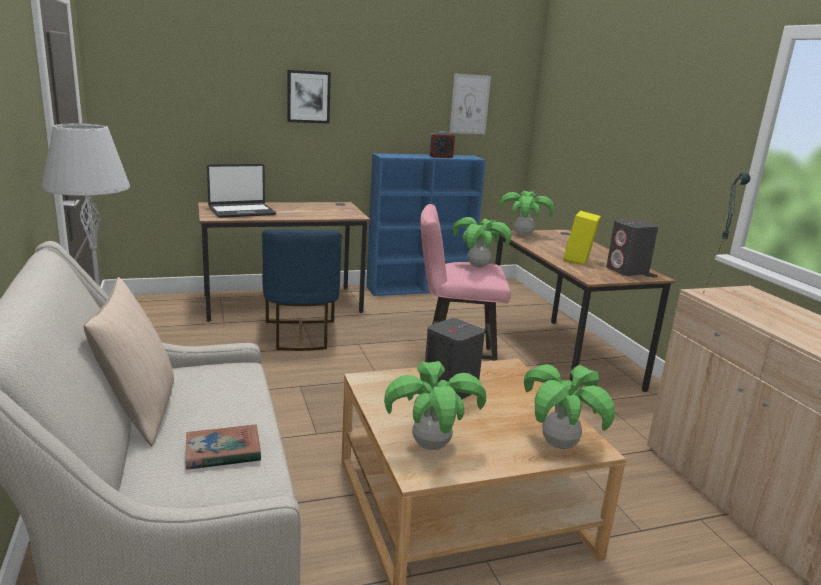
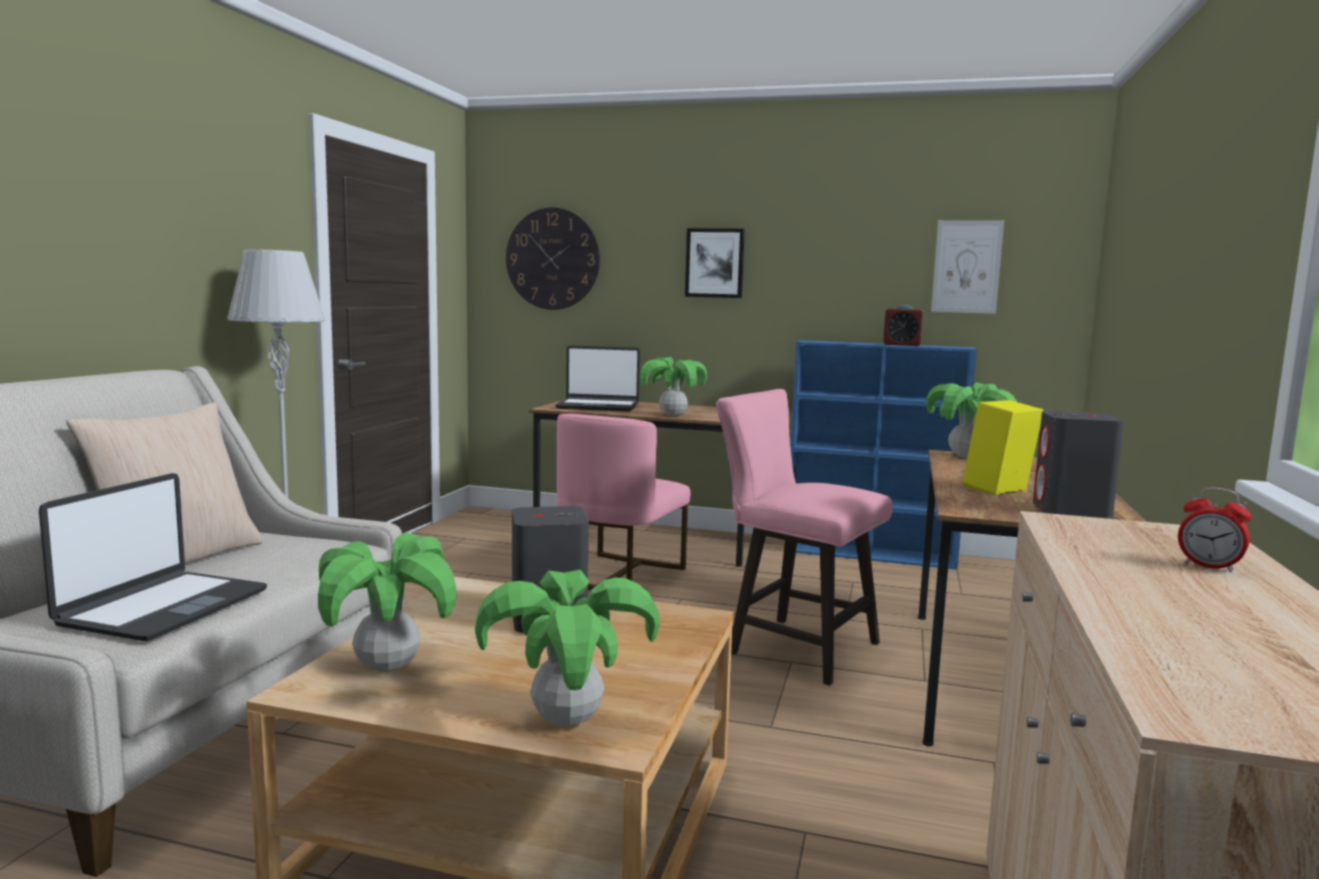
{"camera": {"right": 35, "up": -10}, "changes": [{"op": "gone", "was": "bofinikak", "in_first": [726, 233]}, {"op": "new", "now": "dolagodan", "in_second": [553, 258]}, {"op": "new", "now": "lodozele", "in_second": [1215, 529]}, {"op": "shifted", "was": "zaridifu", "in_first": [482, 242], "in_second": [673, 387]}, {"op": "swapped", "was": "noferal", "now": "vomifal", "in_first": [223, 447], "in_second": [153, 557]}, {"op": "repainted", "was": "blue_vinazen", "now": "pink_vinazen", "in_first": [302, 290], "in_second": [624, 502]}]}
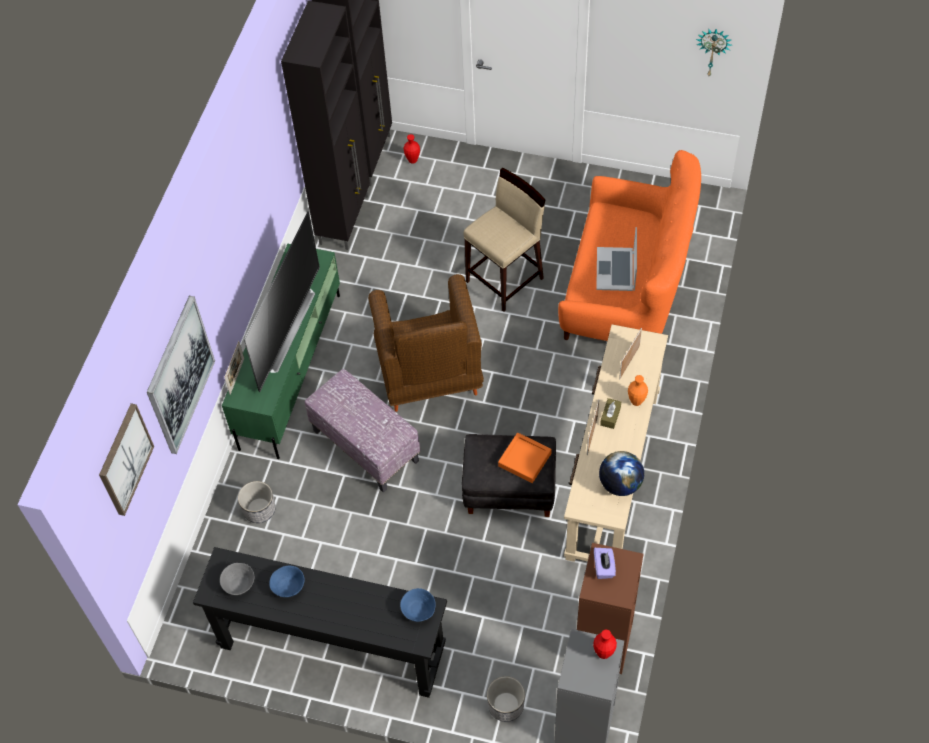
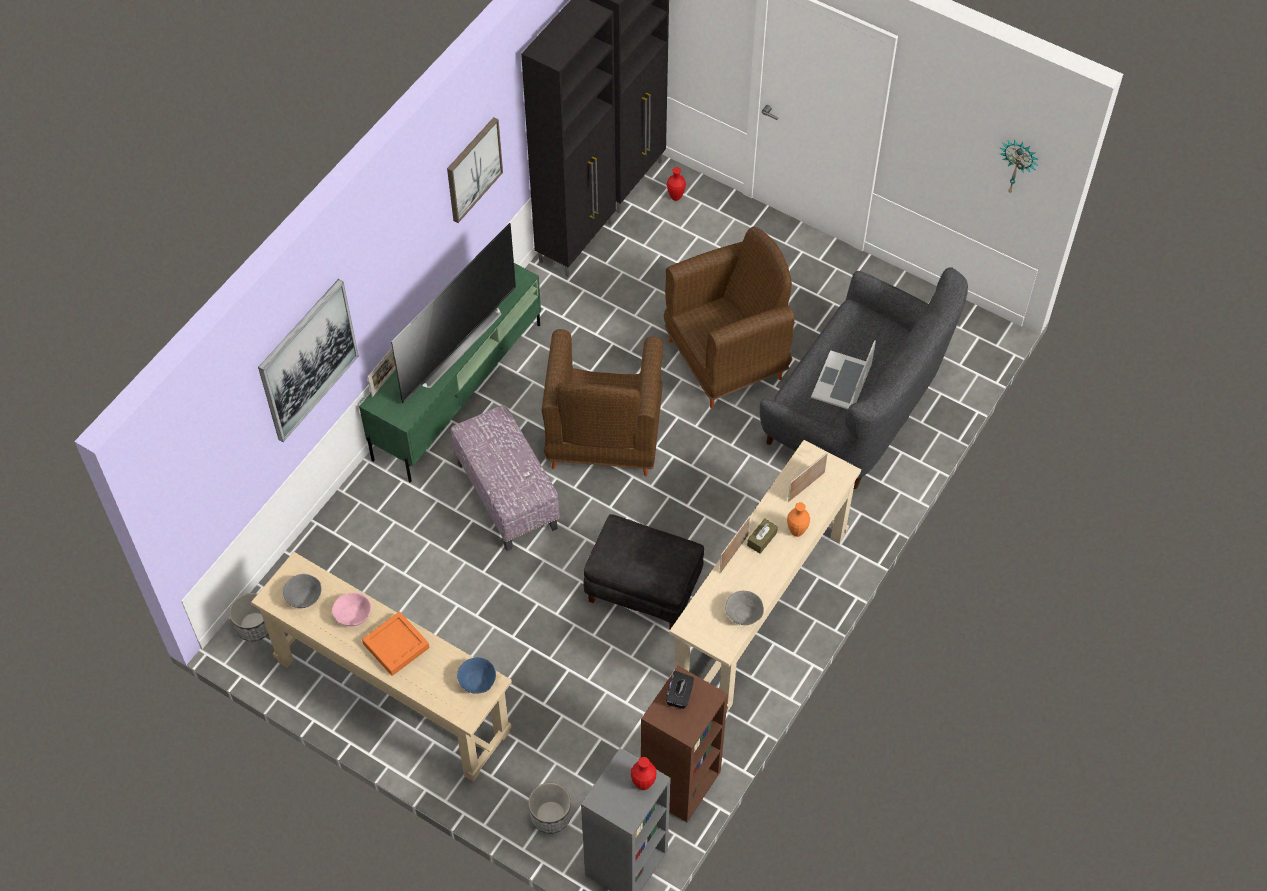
{"camera": {"right": 15, "up": 0}, "changes": [{"op": "shifted", "was": "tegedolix", "in_first": [126, 459], "in_second": [475, 170]}, {"op": "shifted", "was": "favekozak", "in_first": [257, 502], "in_second": [248, 617]}, {"op": "shifted", "was": "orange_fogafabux", "in_first": [525, 458], "in_second": [395, 644]}, {"op": "swapped", "was": "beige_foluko", "now": "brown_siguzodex", "in_first": [504, 240], "in_second": [729, 318]}, {"op": "swapped", "was": "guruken", "now": "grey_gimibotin", "in_first": [621, 473], "in_second": [744, 608]}, {"op": "repainted", "was": "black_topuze", "now": "beige_topuze", "in_first": [320, 622], "in_second": [381, 667]}, {"op": "repainted", "was": "blue_gimibotin", "now": "pink_gimibotin", "in_first": [286, 581], "in_second": [351, 609]}, {"op": "repainted", "was": "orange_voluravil", "now": "grey_voluravil", "in_first": [629, 245], "in_second": [864, 378]}, {"op": "repainted", "was": "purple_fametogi", "now": "black_fametogi", "in_first": [605, 563], "in_second": [680, 690]}]}
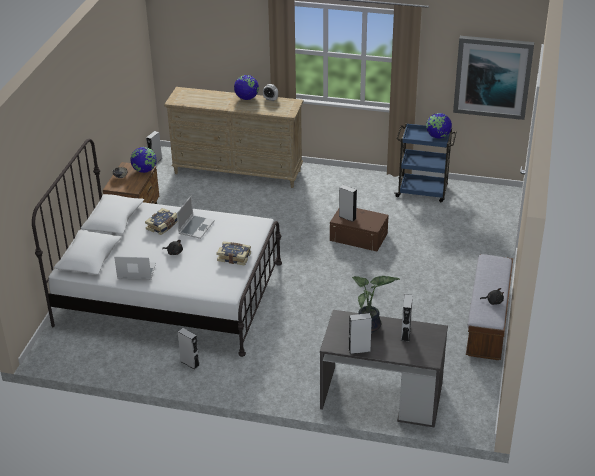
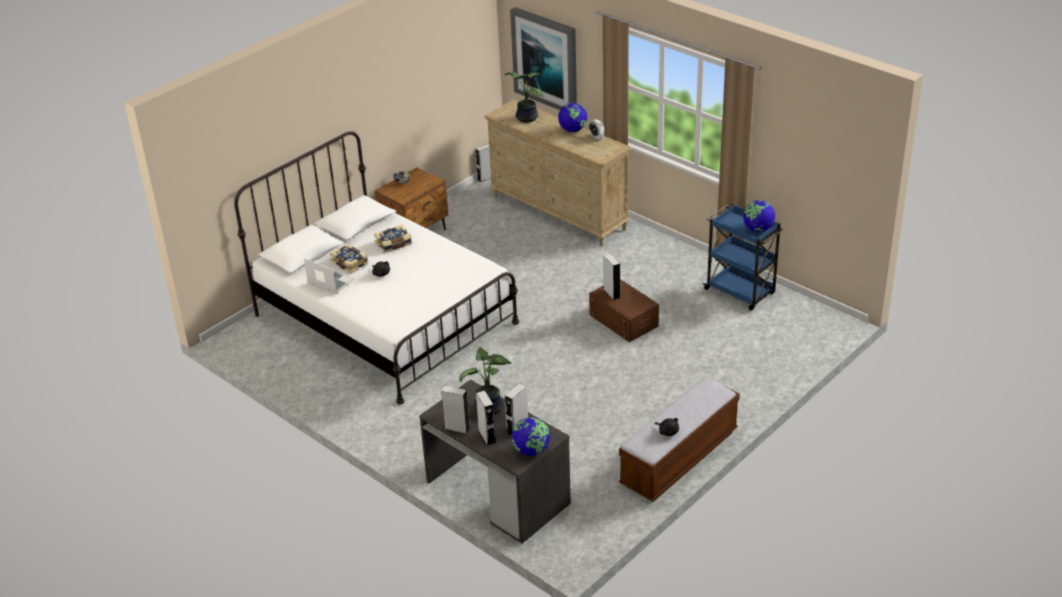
{"camera": {"right": 30, "up": 0}, "changes": [{"op": "gone", "was": "vomifal", "in_first": [196, 217]}, {"op": "new", "now": "zaridifu", "in_second": [524, 97]}, {"op": "shifted", "was": "guruken", "in_first": [143, 160], "in_second": [531, 436]}, {"op": "shifted", "was": "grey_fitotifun", "in_first": [189, 349], "in_second": [486, 418]}, {"op": "shifted", "was": "noferal", "in_first": [233, 253], "in_second": [349, 259]}, {"op": "shifted", "was": "tegedolix", "in_first": [493, 78], "in_second": [543, 58]}]}
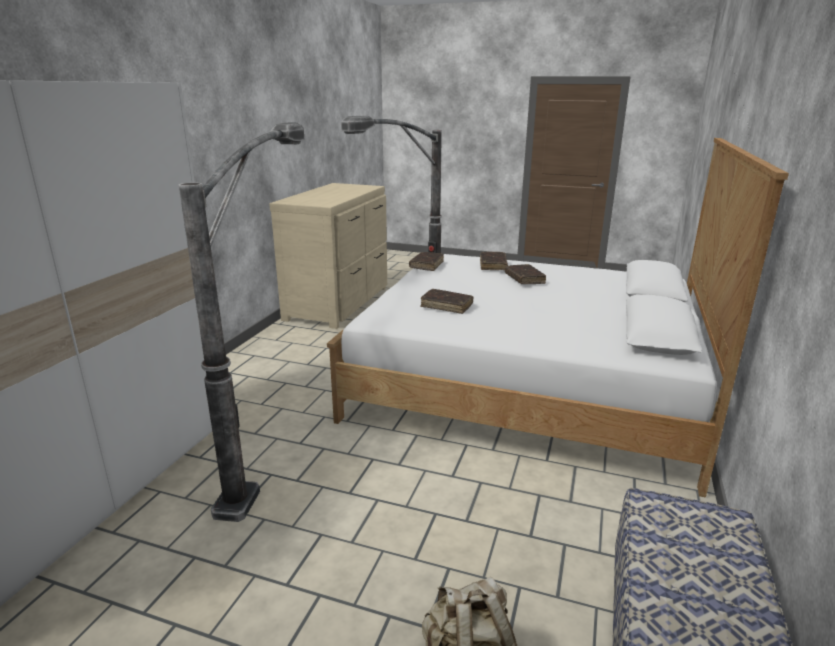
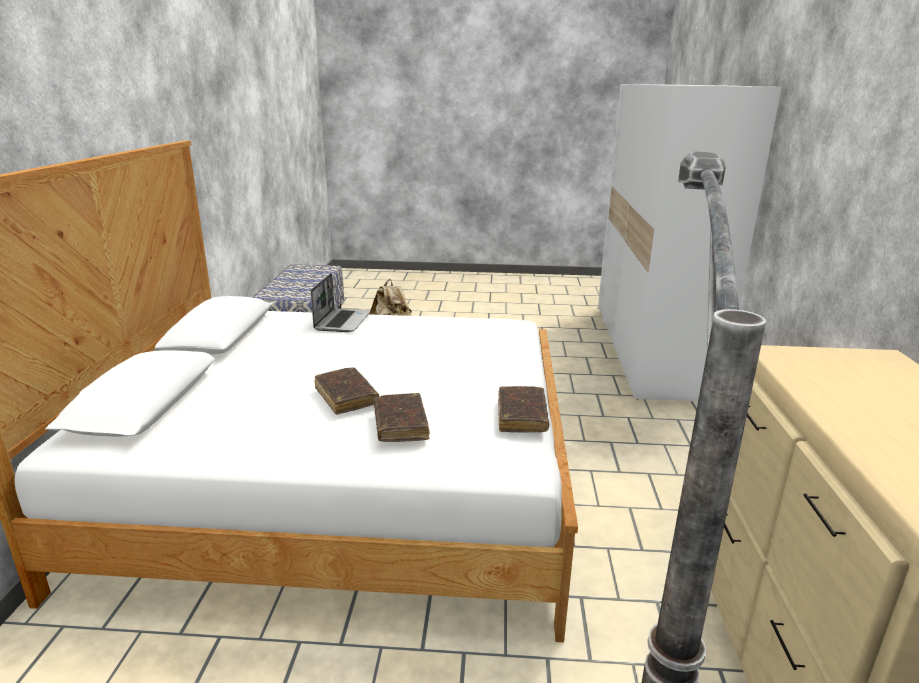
{"camera": {"right": 165, "up": 0}, "changes": [{"op": "gone", "was": "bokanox", "in_first": [242, 322]}, {"op": "gone", "was": "brown_noferal", "in_first": [447, 301]}, {"op": "new", "now": "vomifal", "in_second": [341, 302]}]}
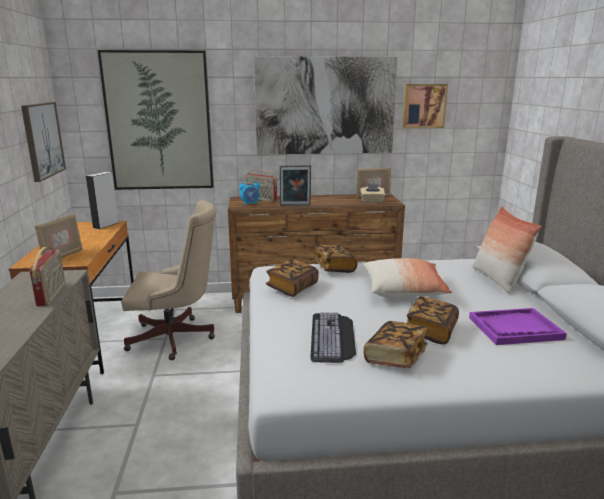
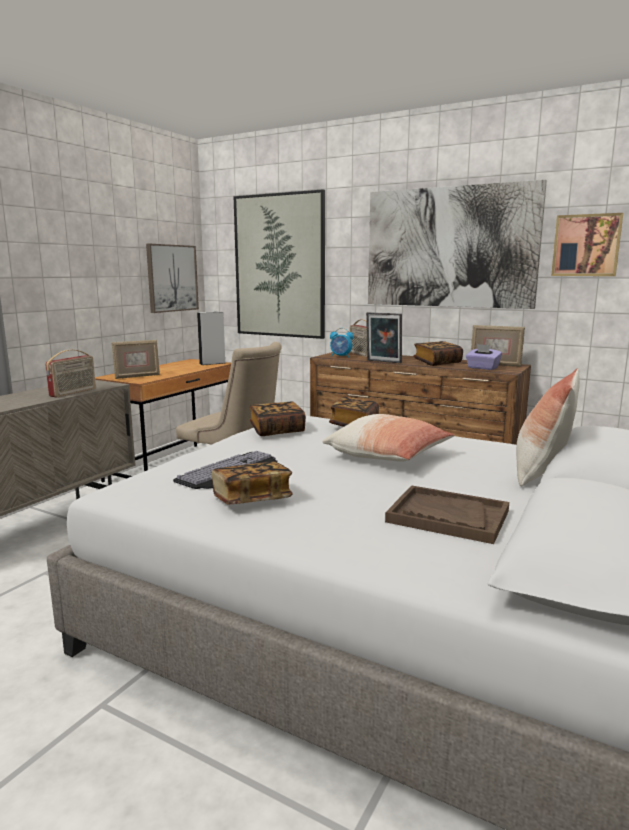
{"camera": {"right": 35, "up": -5}, "changes": [{"op": "shifted", "was": "noferal", "in_first": [433, 320], "in_second": [438, 353]}, {"op": "repainted", "was": "beige_fametogi", "now": "purple_fametogi", "in_first": [372, 193], "in_second": [484, 357]}, {"op": "repainted", "was": "purple_fogafabux", "now": "brown_fogafabux", "in_first": [518, 326], "in_second": [447, 514]}]}
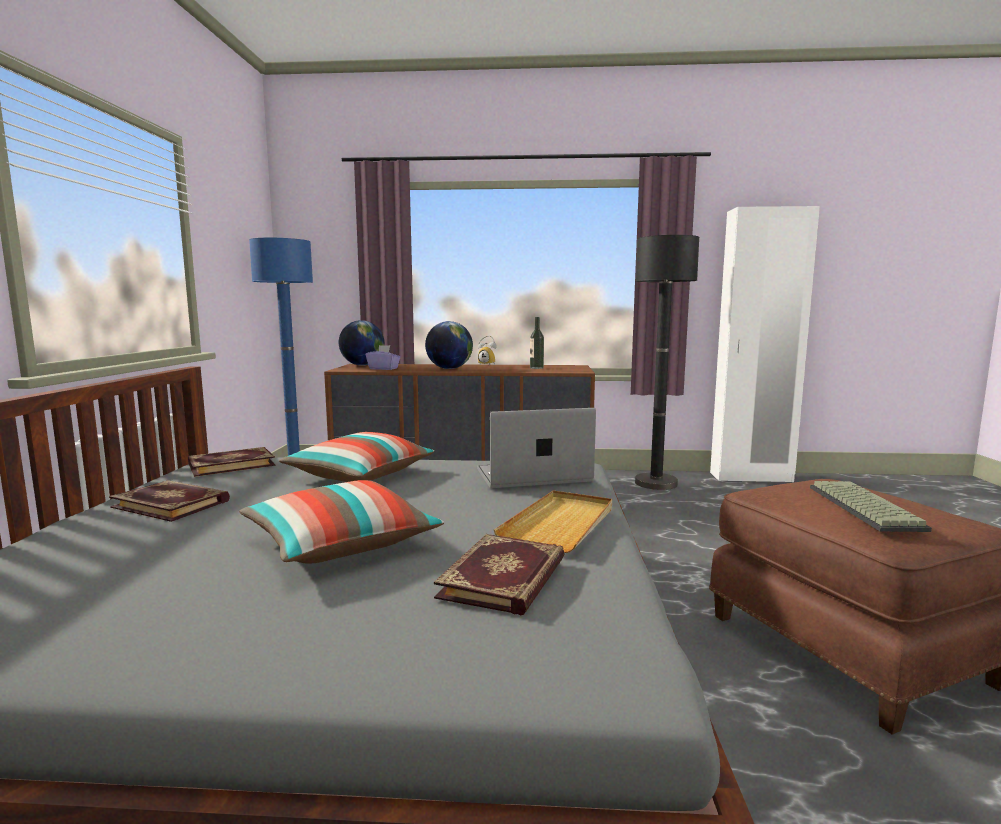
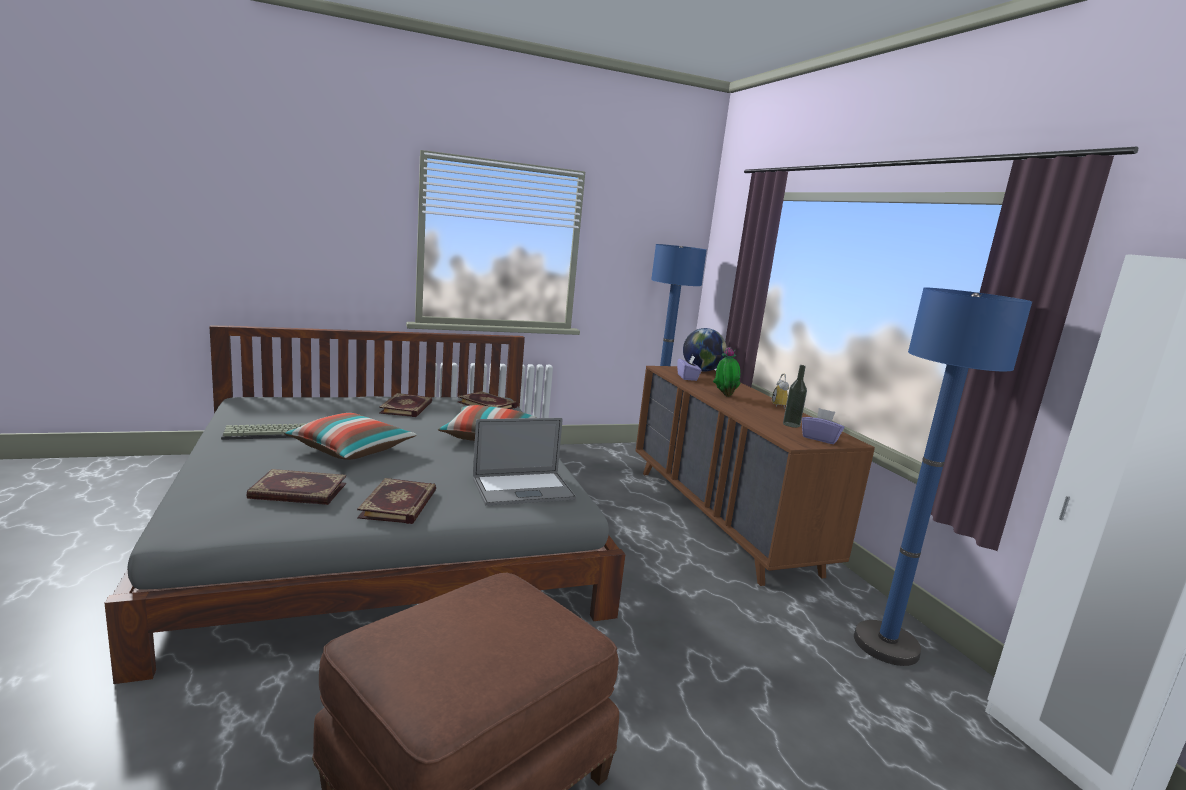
{"camera": {"right": 65, "up": 5}, "changes": [{"op": "new", "now": "purple_fametogi", "in_second": [823, 426]}, {"op": "shifted", "was": "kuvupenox", "in_first": [871, 506], "in_second": [264, 431]}, {"op": "swapped", "was": "guruken", "now": "zaridifu", "in_first": [449, 345], "in_second": [727, 372]}, {"op": "swapped", "was": "beige_fogafabux", "now": "noferal", "in_first": [553, 522], "in_second": [396, 501]}, {"op": "repainted", "was": "black_bokanox", "now": "blue_bokanox", "in_first": [667, 362], "in_second": [943, 477]}, {"op": "rotated", "was": "vomifal", "in_first": [536, 448], "in_second": [524, 462], "clockwise": 105}]}
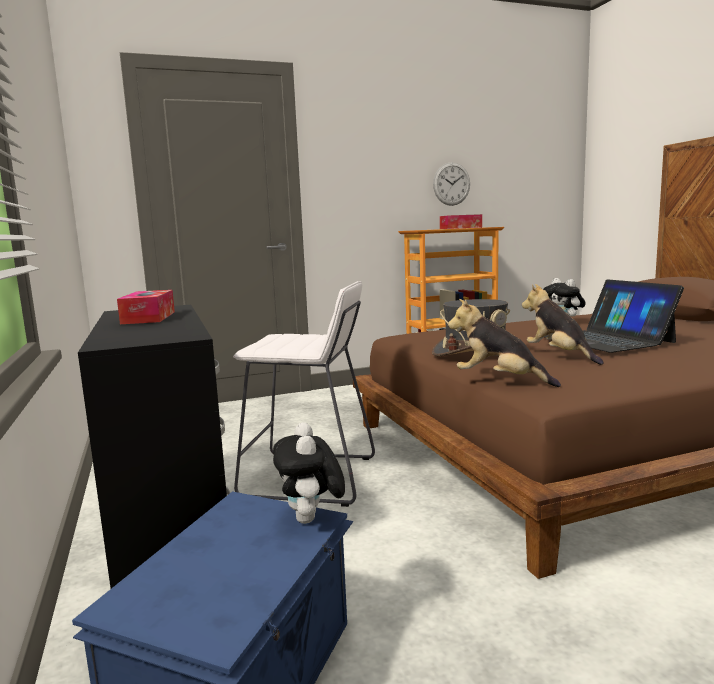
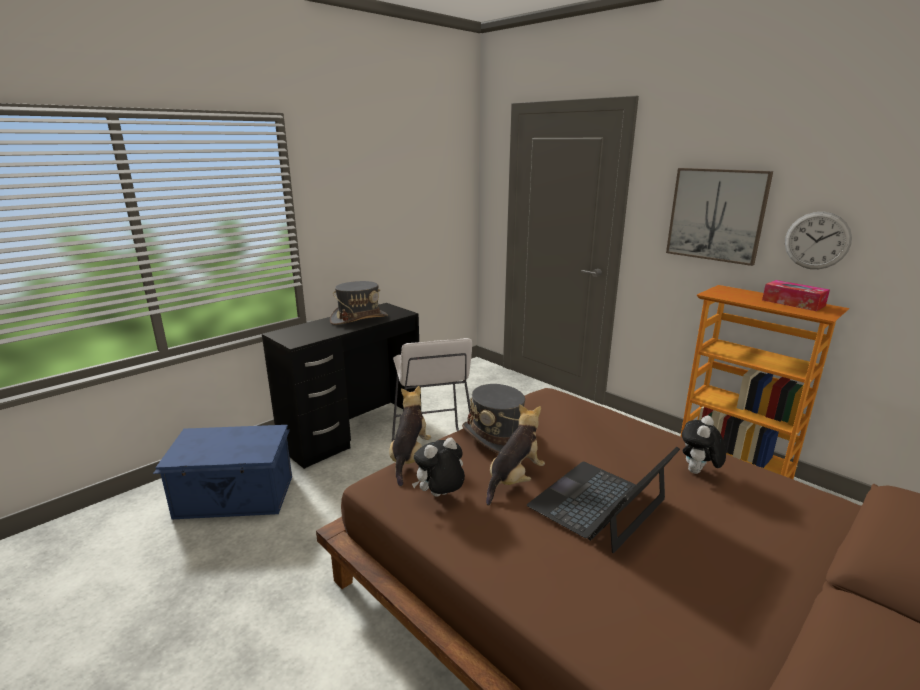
{"camera": {"right": 65, "up": 10}, "changes": [{"op": "new", "now": "tegedolix", "in_second": [719, 217]}, {"op": "shifted", "was": "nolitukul", "in_first": [309, 473], "in_second": [438, 467]}, {"op": "swapped", "was": "fametogi", "now": "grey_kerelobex", "in_first": [146, 307], "in_second": [359, 303]}]}
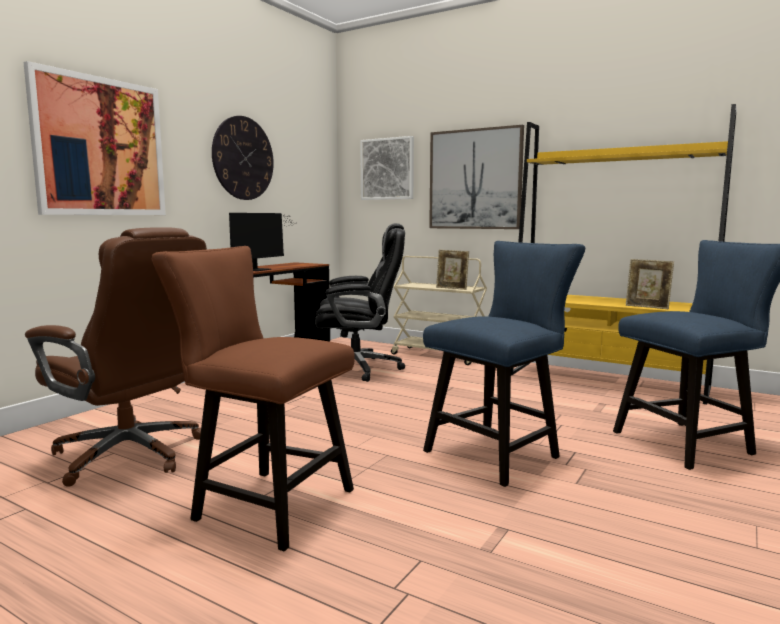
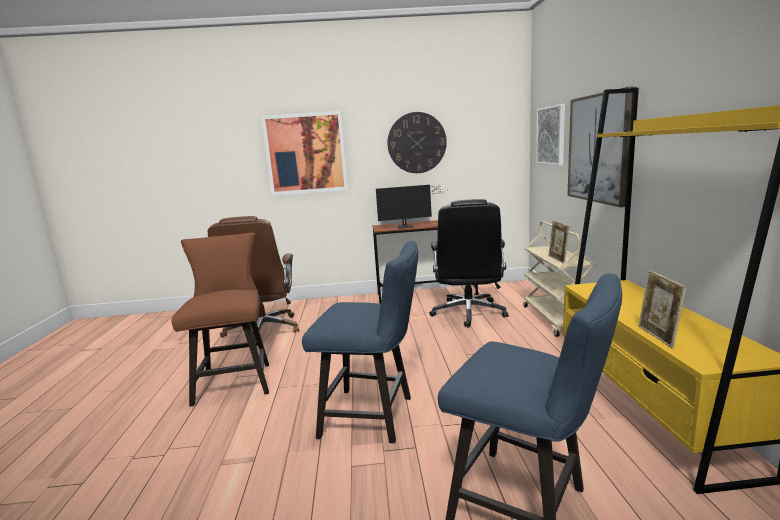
{"camera": {"right": 55, "up": 5}, "changes": [{"op": "rotated", "was": "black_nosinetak", "in_first": [360, 302], "in_second": [469, 263], "clockwise": 45}]}
